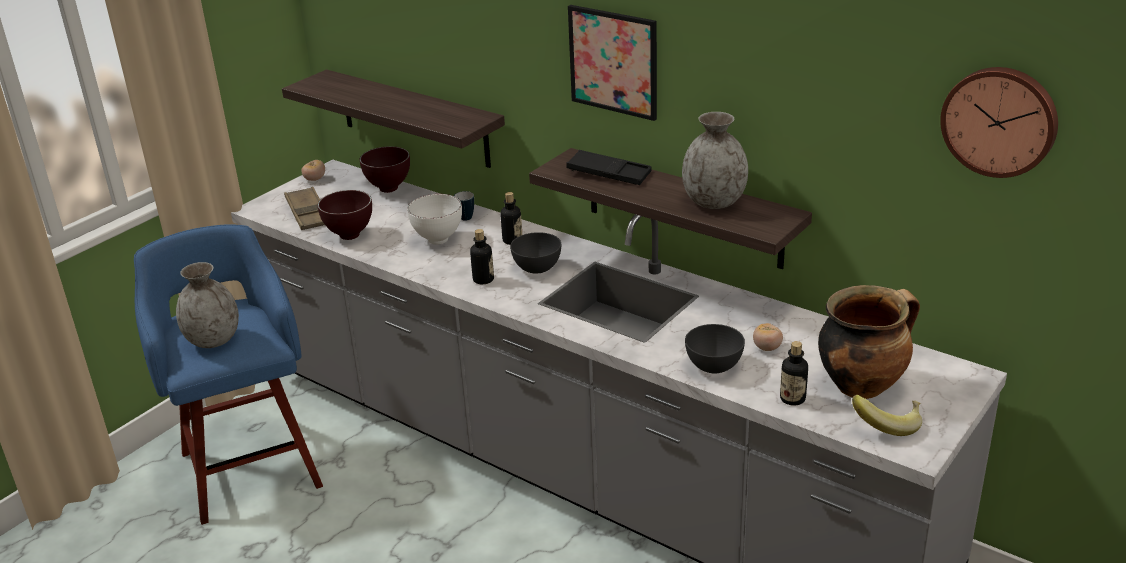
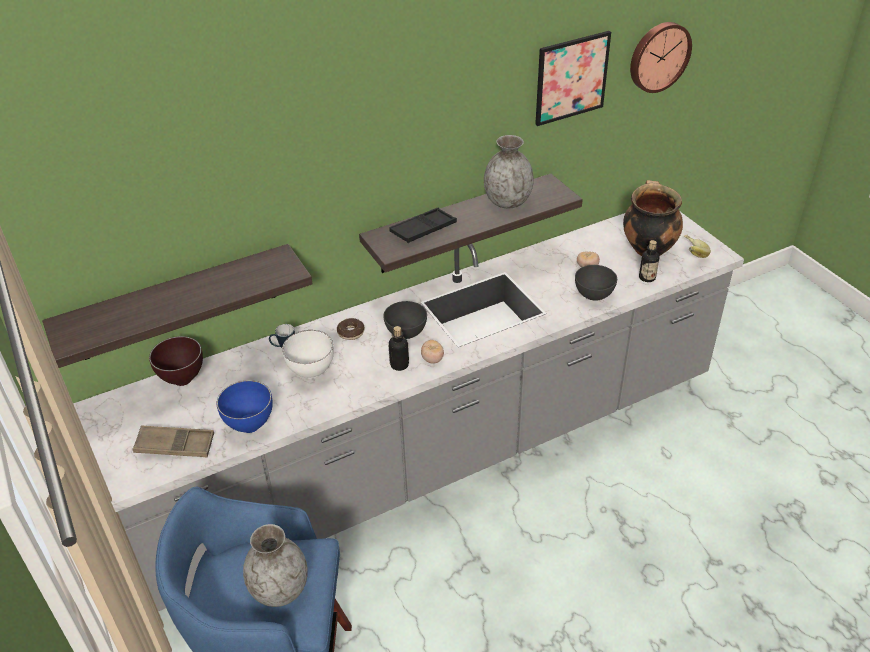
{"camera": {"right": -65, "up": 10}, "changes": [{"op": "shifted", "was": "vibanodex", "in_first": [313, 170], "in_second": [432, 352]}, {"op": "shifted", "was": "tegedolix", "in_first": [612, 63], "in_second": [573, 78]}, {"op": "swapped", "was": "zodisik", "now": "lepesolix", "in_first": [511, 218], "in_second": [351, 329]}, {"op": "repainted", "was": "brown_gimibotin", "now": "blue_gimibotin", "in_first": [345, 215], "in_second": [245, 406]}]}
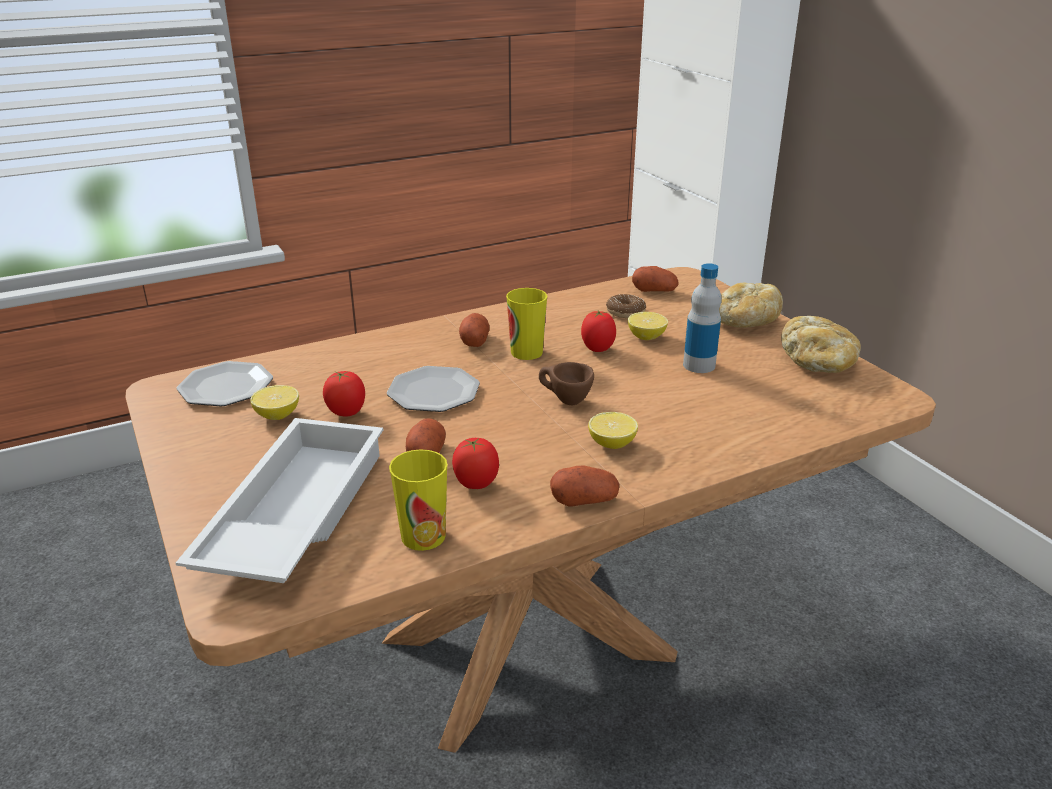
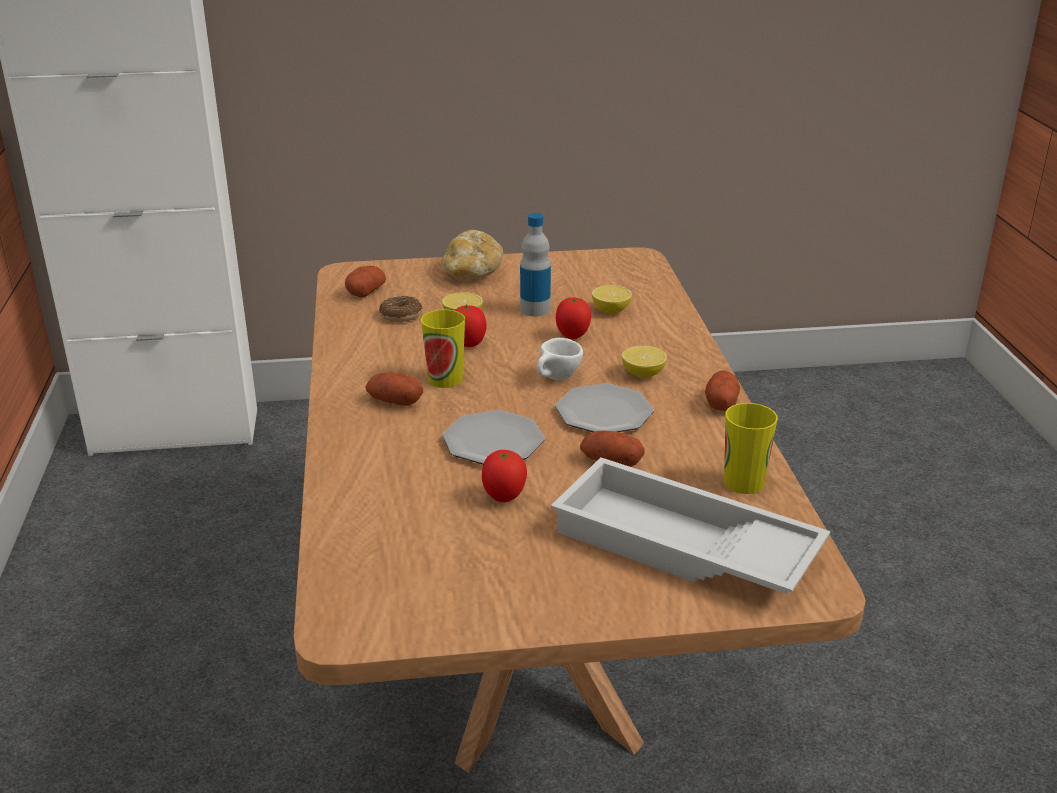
{"camera": {"right": -70, "up": 0}, "changes": [{"op": "gone", "was": "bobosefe", "in_first": [821, 344]}, {"op": "shifted", "was": "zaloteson", "in_first": [224, 384], "in_second": [604, 407]}, {"op": "shifted", "was": "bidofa", "in_first": [274, 402], "in_second": [612, 299]}, {"op": "shifted", "was": "vibanodex", "in_first": [475, 463], "in_second": [573, 318]}, {"op": "repainted", "was": "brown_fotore", "now": "white_fotore", "in_first": [566, 383], "in_second": [560, 359]}]}
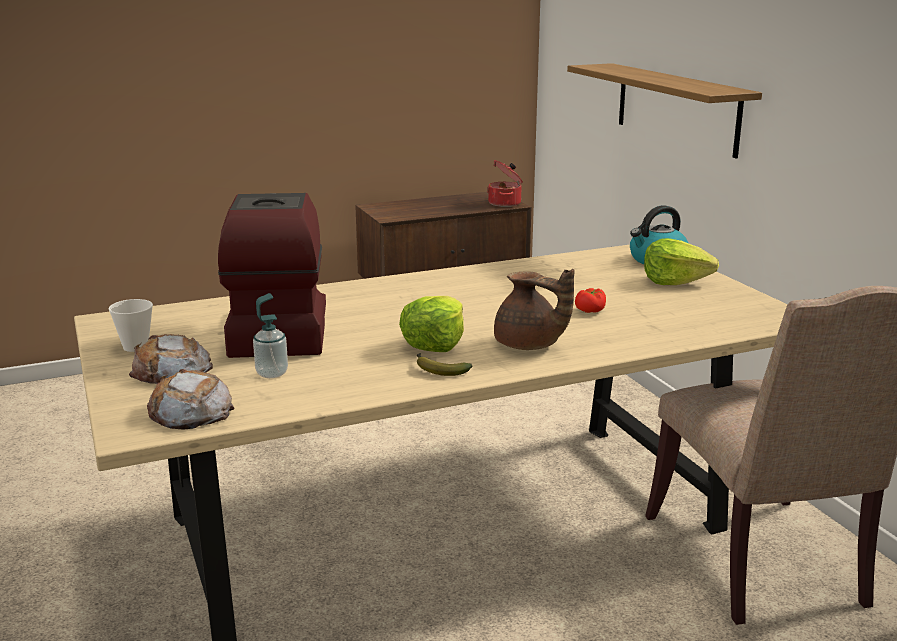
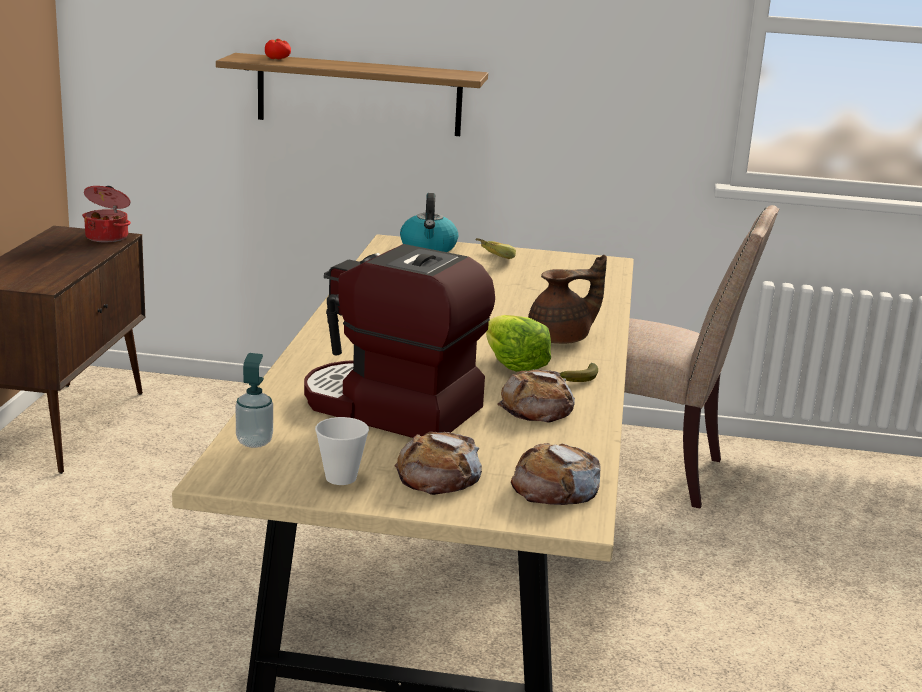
{"camera": {"right": -60, "up": 0}, "changes": [{"op": "new", "now": "bobosefe", "in_second": [536, 396]}, {"op": "shifted", "was": "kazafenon", "in_first": [270, 335], "in_second": [254, 400]}, {"op": "shifted", "was": "vibanodex", "in_first": [590, 300], "in_second": [278, 49]}, {"op": "swapped", "was": "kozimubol", "now": "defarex", "in_first": [681, 261], "in_second": [495, 248]}]}
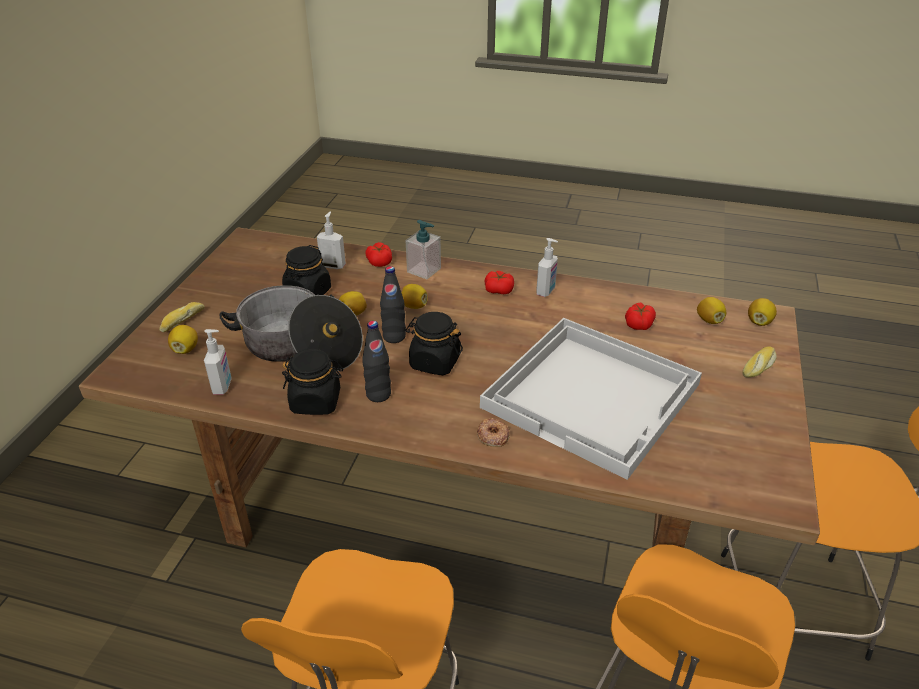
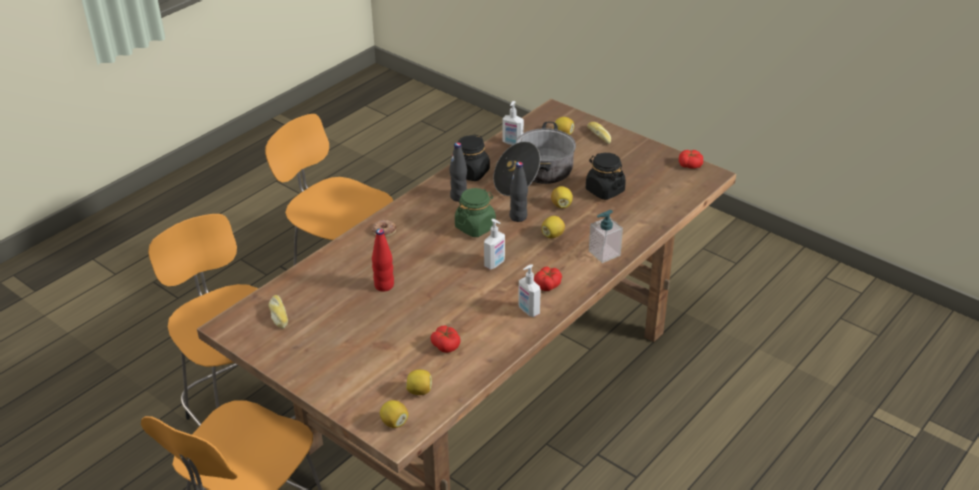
{"camera": {"right": 115, "up": 0}, "changes": [{"op": "shifted", "was": "kazafenon", "in_first": [331, 240], "in_second": [494, 244]}, {"op": "shifted", "was": "vibanodex", "in_first": [378, 254], "in_second": [691, 159]}, {"op": "shifted", "was": "bobosefe", "in_first": [759, 361], "in_second": [278, 311]}, {"op": "swapped", "was": "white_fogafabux", "now": "red_zodisik", "in_first": [591, 399], "in_second": [383, 260]}, {"op": "repainted", "was": "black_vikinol", "now": "green_vikinol", "in_first": [434, 343], "in_second": [475, 212]}]}
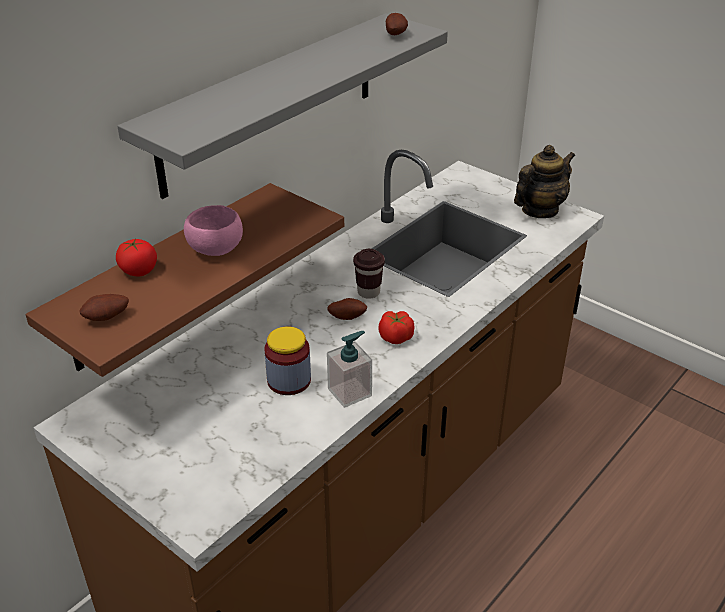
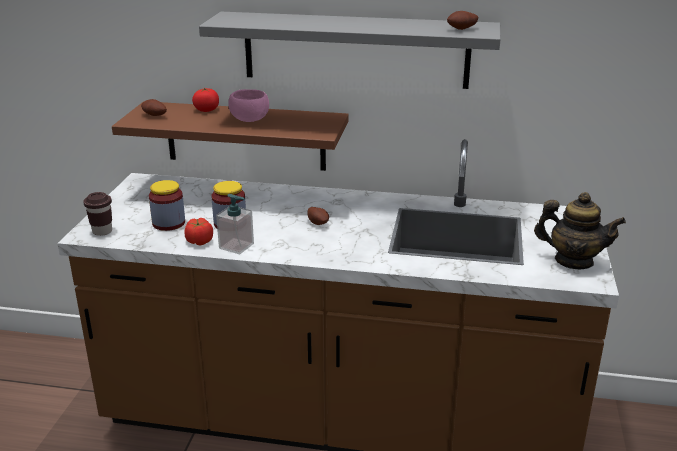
{"camera": {"right": 60, "up": -10}, "changes": [{"op": "new", "now": "vikinol", "in_second": [167, 205]}, {"op": "shifted", "was": "brown_fotore", "in_first": [369, 274], "in_second": [97, 214]}, {"op": "shifted", "was": "vibanodex", "in_first": [396, 327], "in_second": [198, 232]}]}
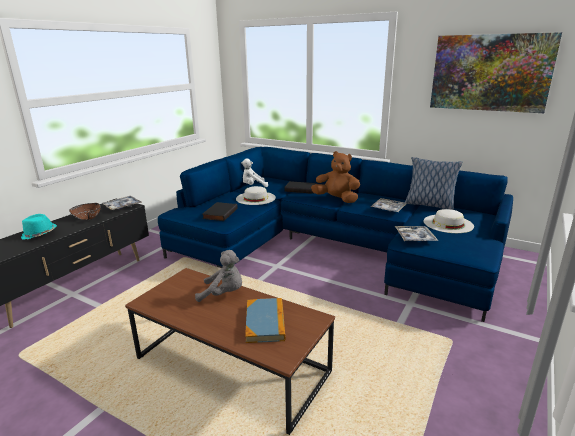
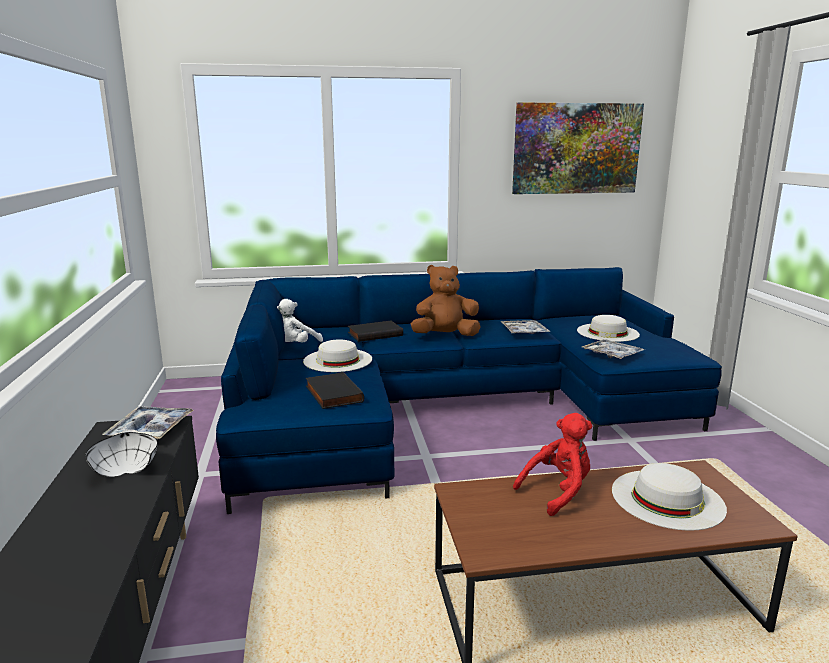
{"camera": {"right": -40, "up": -5}, "changes": [{"op": "gone", "was": "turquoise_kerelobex", "in_first": [38, 227]}, {"op": "gone", "was": "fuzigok", "in_first": [433, 183]}, {"op": "swapped", "was": "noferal", "now": "white_kerelobex", "in_first": [265, 320], "in_second": [669, 497]}, {"op": "repainted", "was": "brown_gimibotin", "now": "white_gimibotin", "in_first": [85, 211], "in_second": [121, 454]}, {"op": "repainted", "was": "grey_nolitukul", "now": "red_nolitukul", "in_first": [218, 276], "in_second": [552, 464]}]}
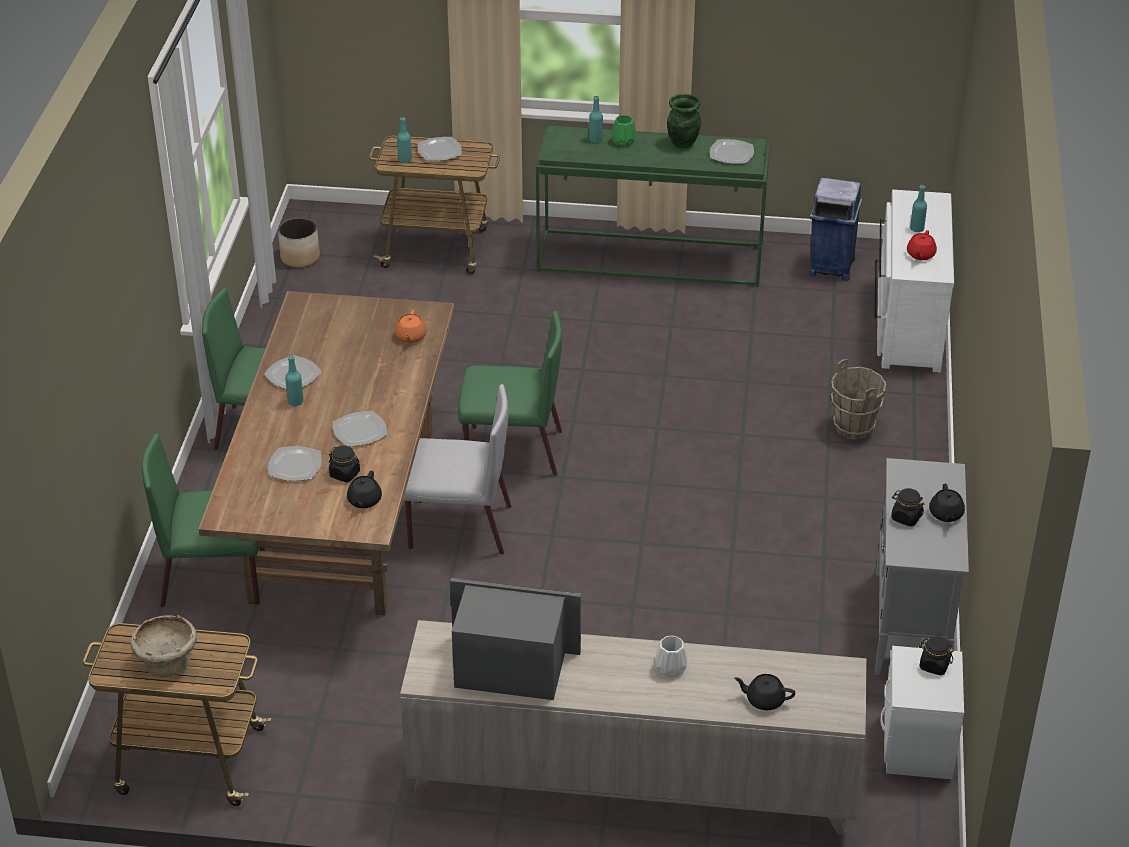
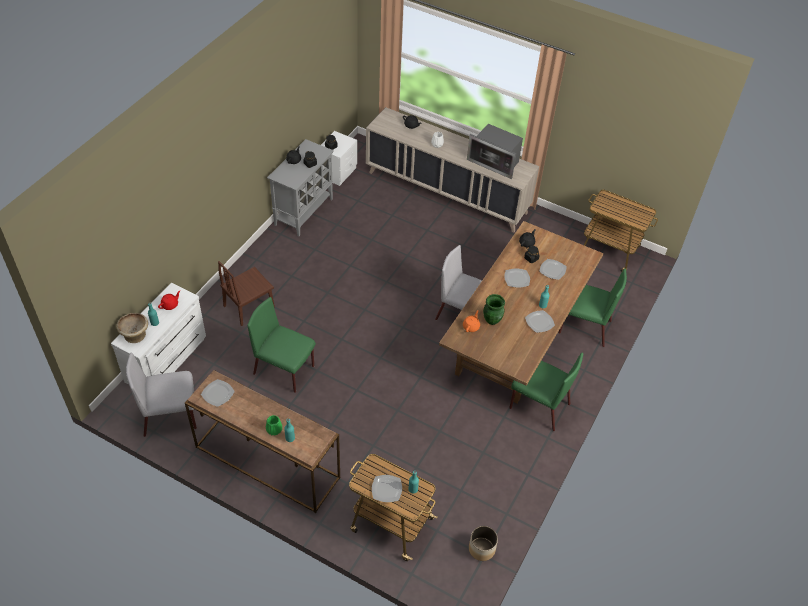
{"camera": {"right": -160, "up": 10}, "changes": [{"op": "shifted", "was": "beige_gimibotin", "in_first": [163, 646], "in_second": [132, 328]}, {"op": "shifted", "was": "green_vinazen", "in_first": [510, 393], "in_second": [282, 345]}, {"op": "shifted", "was": "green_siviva", "in_first": [684, 121], "in_second": [494, 309]}, {"op": "swapped", "was": "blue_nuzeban", "now": "grey_vinazen", "in_first": [835, 229], "in_second": [161, 394]}, {"op": "swapped", "was": "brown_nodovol", "now": "brown_vinazen", "in_first": [858, 399], "in_second": [246, 293]}, {"op": "repainted", "was": "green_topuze", "now": "brown_topuze", "in_first": [653, 206], "in_second": [262, 441]}]}
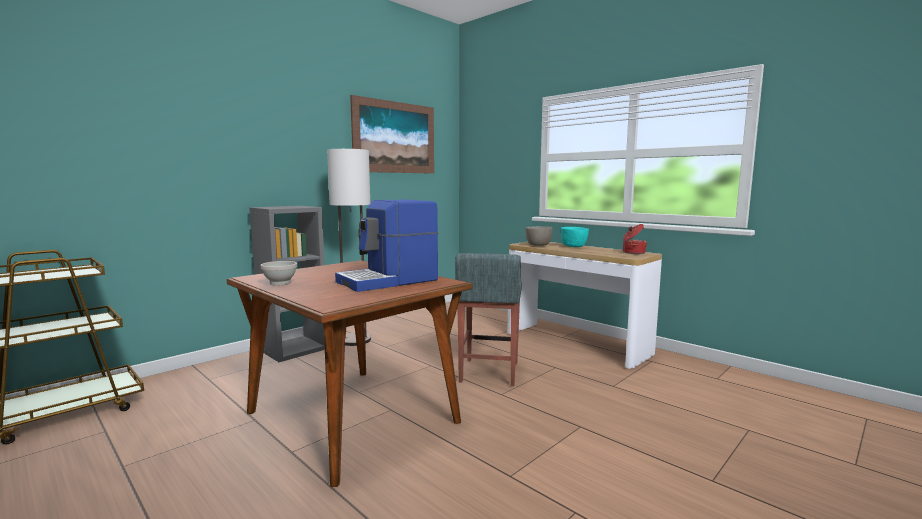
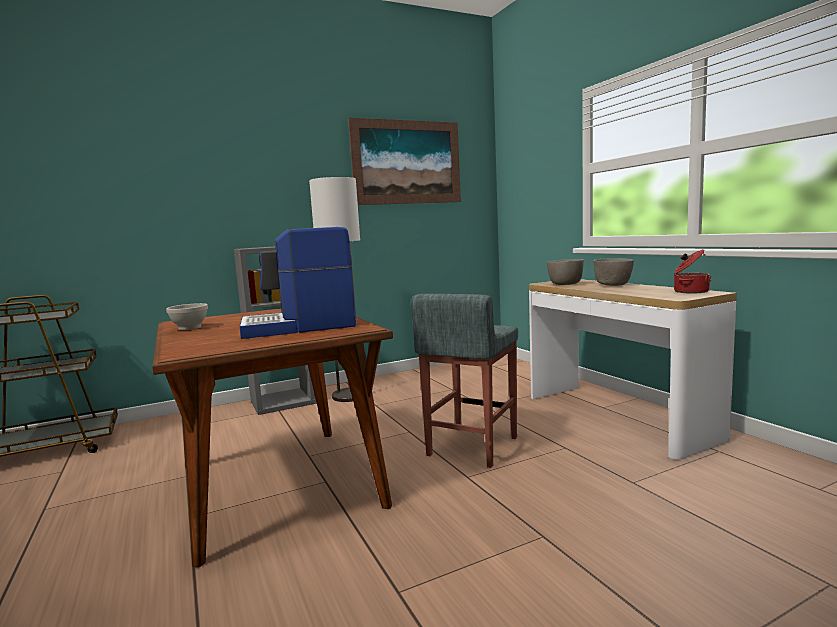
{"camera": {"right": 20, "up": 0}, "changes": [{"op": "repainted", "was": "turquoise_gimibotin", "now": "grey_gimibotin", "in_first": [575, 237], "in_second": [613, 272]}]}
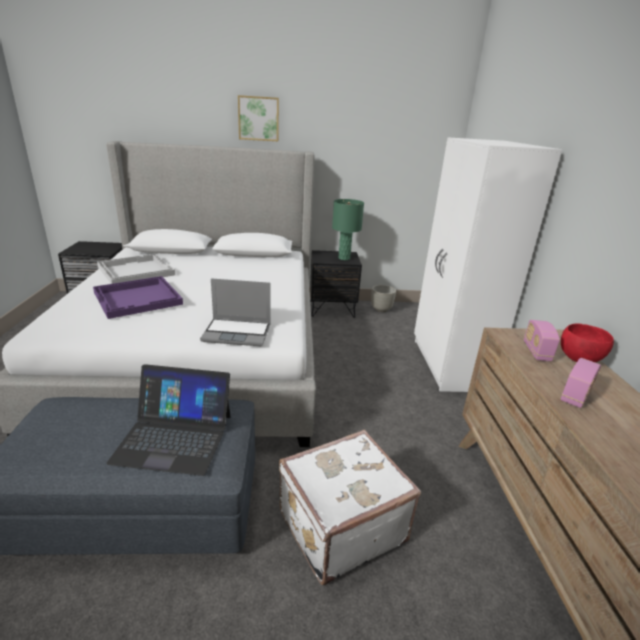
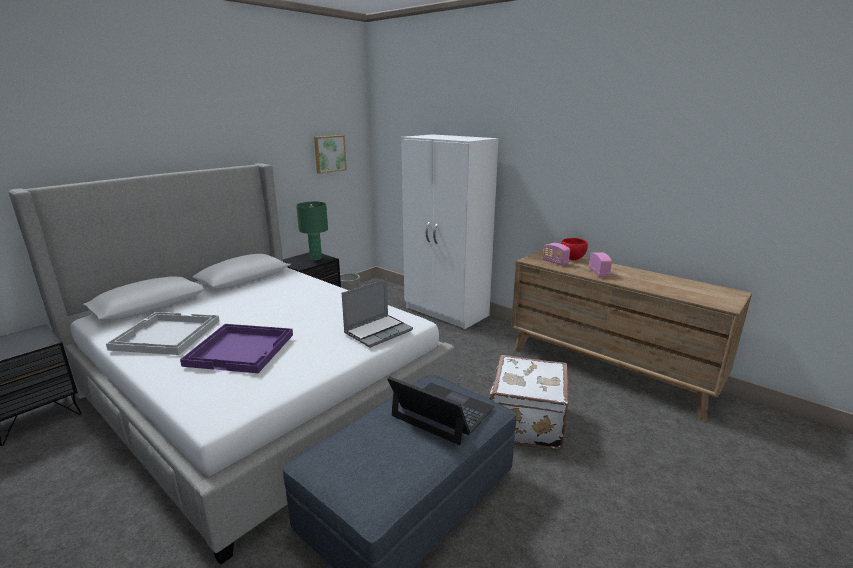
{"camera": {"right": -45, "up": -5}, "changes": [{"op": "shifted", "was": "tegedolix", "in_first": [258, 118], "in_second": [330, 154]}, {"op": "rotated", "was": "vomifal", "in_first": [168, 420], "in_second": [441, 410], "clockwise": -105}]}
